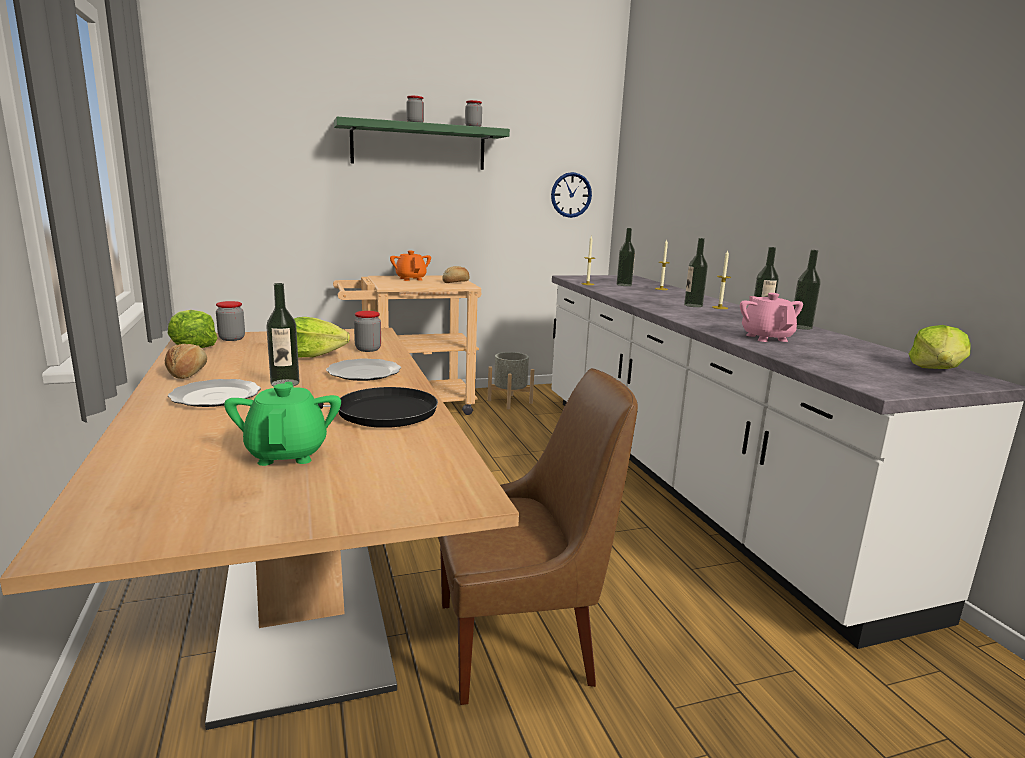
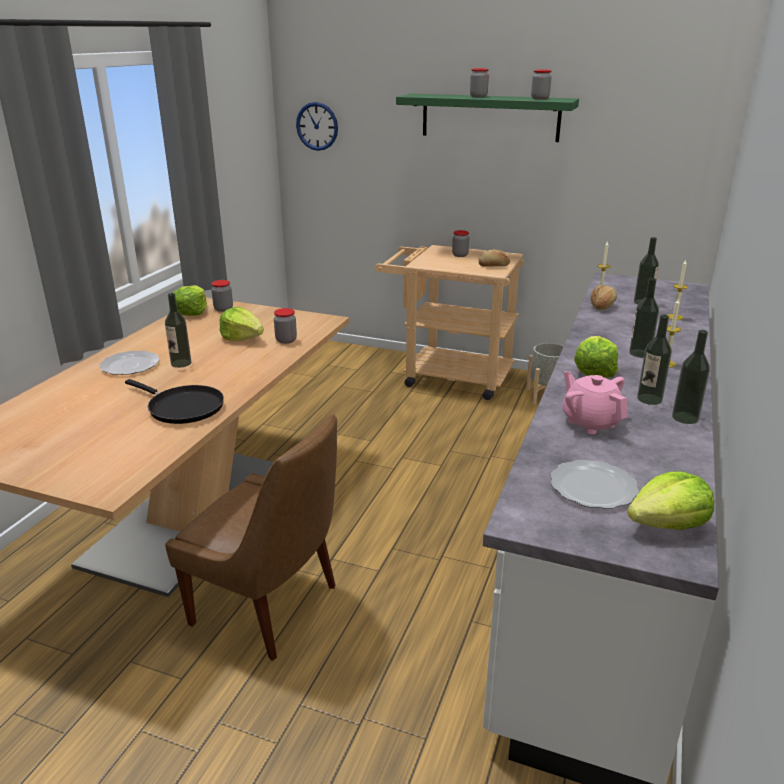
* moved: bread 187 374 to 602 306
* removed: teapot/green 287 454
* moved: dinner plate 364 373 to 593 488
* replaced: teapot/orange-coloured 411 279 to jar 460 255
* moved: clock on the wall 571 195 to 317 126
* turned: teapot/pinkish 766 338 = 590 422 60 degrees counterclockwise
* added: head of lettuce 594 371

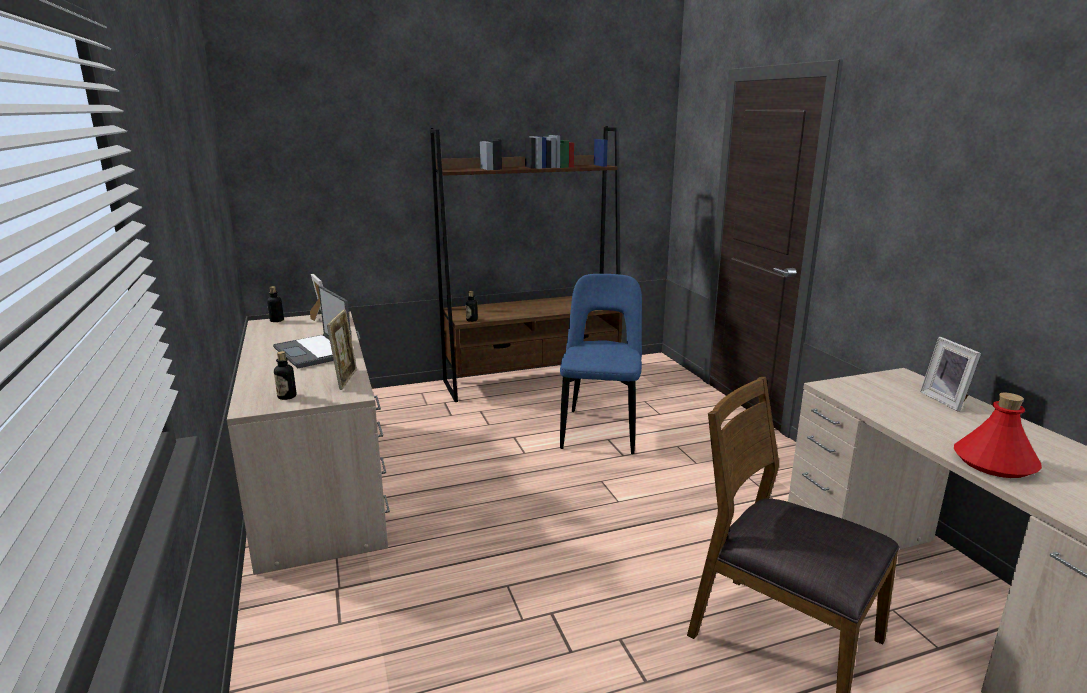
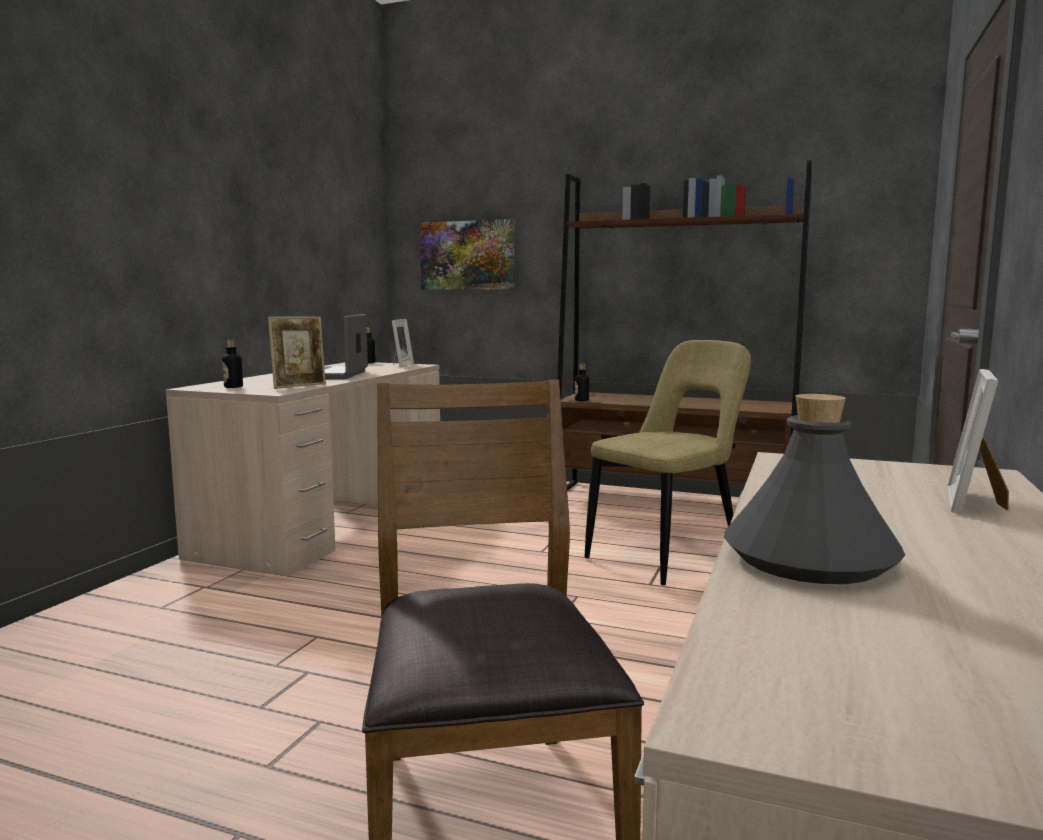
* recoloured: chair/blue-coloured 601 429 to chair/beige-coloured 668 556
* recoloured: drink bottle/red-coloured 995 463 to drink bottle/grey 810 560
* added: wall picture 467 255

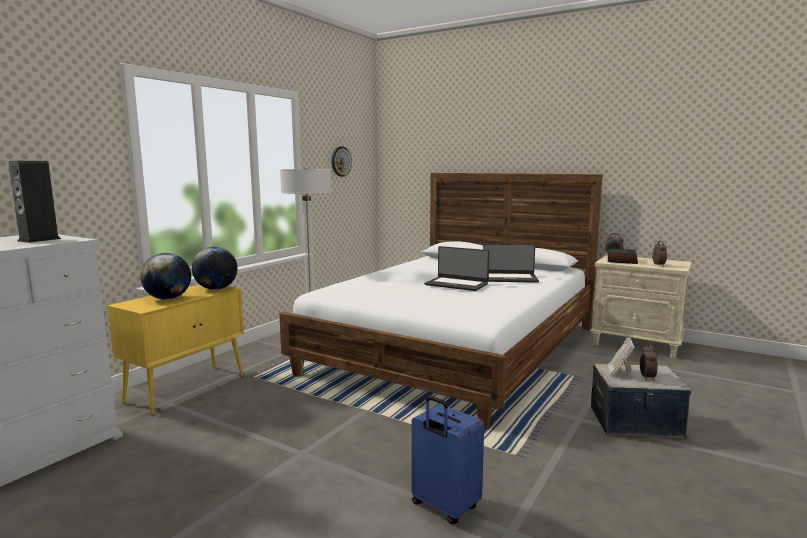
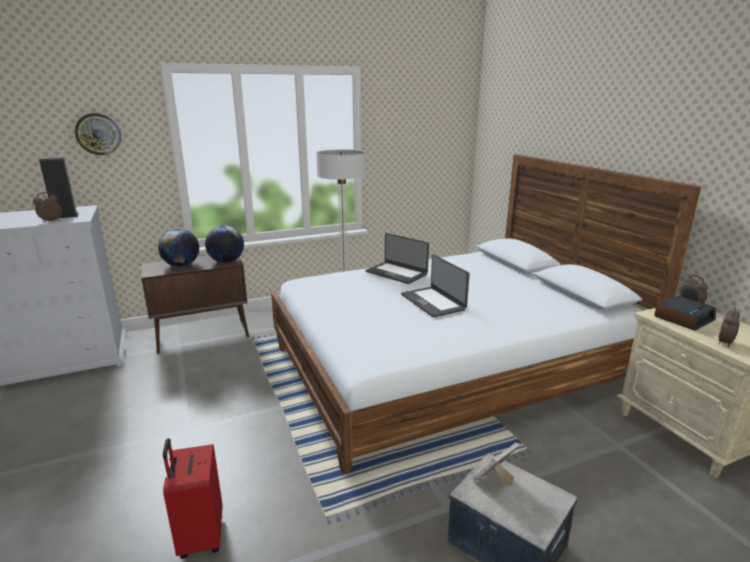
* recoloured: cupboard/yellow-coloured 187 388 to cupboard/brown-coloured 203 336
* moved: clock on the wall 340 161 to 98 134
* recoloured: suitcase/blue-coloured 444 507 to suitcase/red-coloured 200 536
* moved: laptop 509 278 to 396 273
* moved: bedside clock 646 378 to 51 221

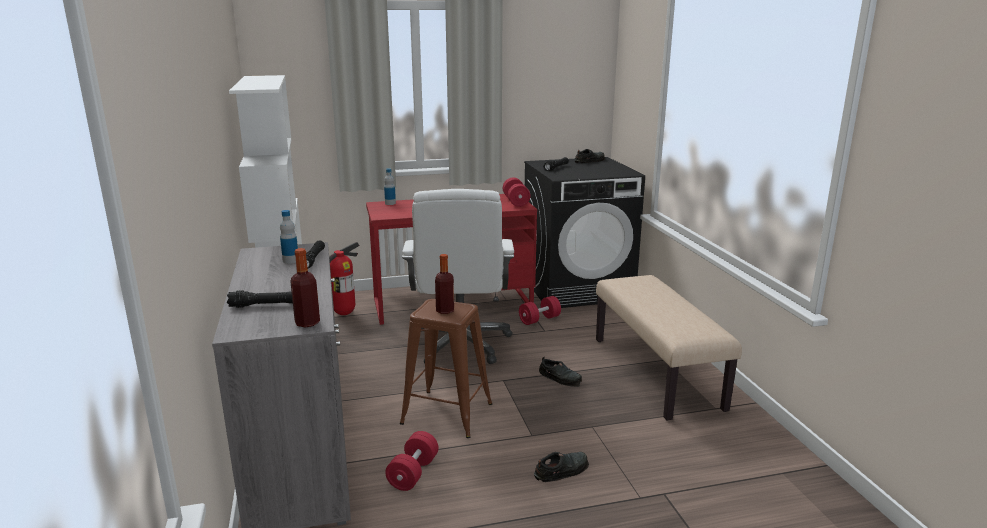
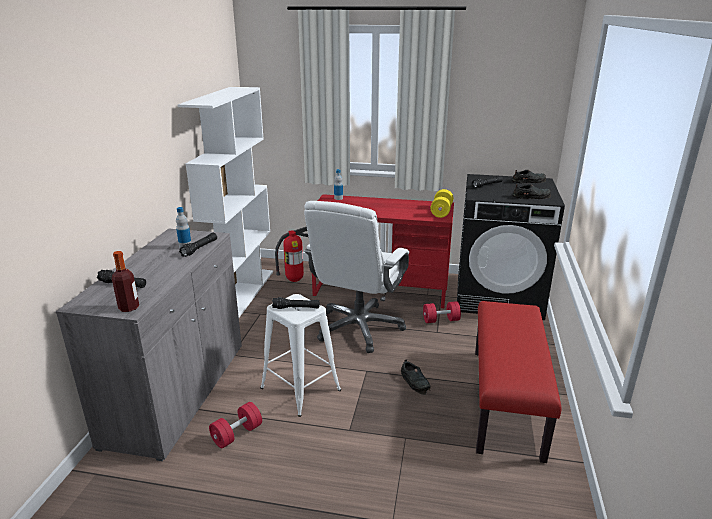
* recoloured: sitting stool/brown-coloured 447 413 to sitting stool/white 300 389
* replaced: drink bottle 445 310 to hand torch/black 296 308
* recoloured: dumbbell/red-coloured 516 201 to dumbbell/yellow-coloured 441 212
* moved: shoe/black 562 470 to 531 196
* recoloured: long seat/beige-coloured 657 373 to long seat/red-coloured 507 401

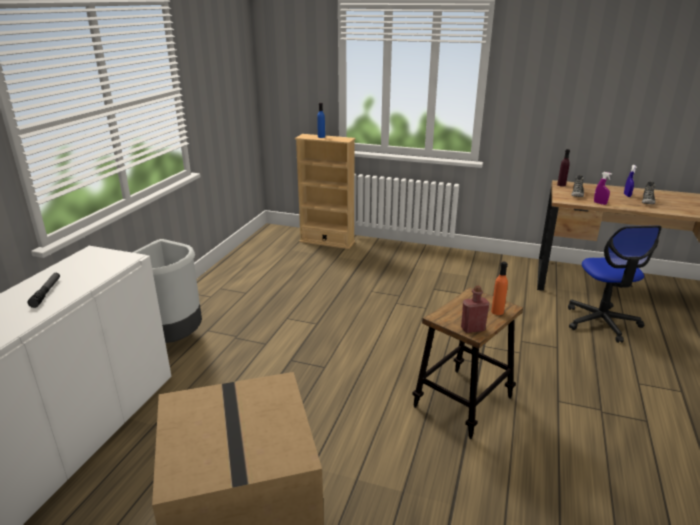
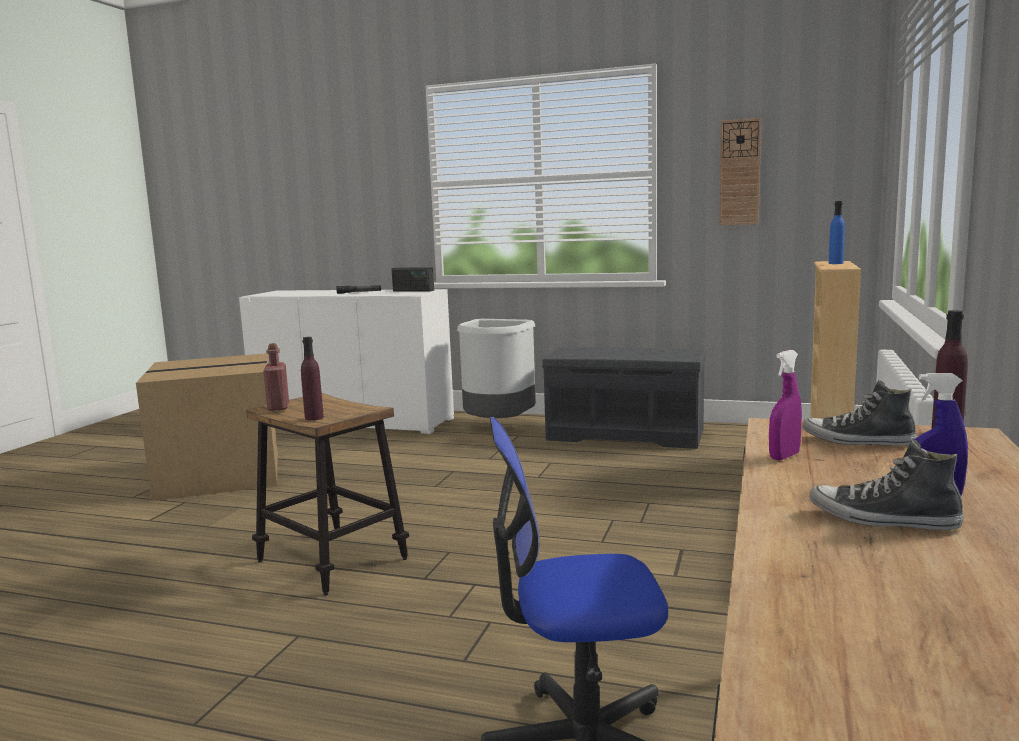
* recoloured: drink bottle/orange-coloured 497 311 to drink bottle/purple-coloured 314 418
* added: radio receiver 413 291
* added: long seat/grey 627 434
* added: clock on the wall 739 172

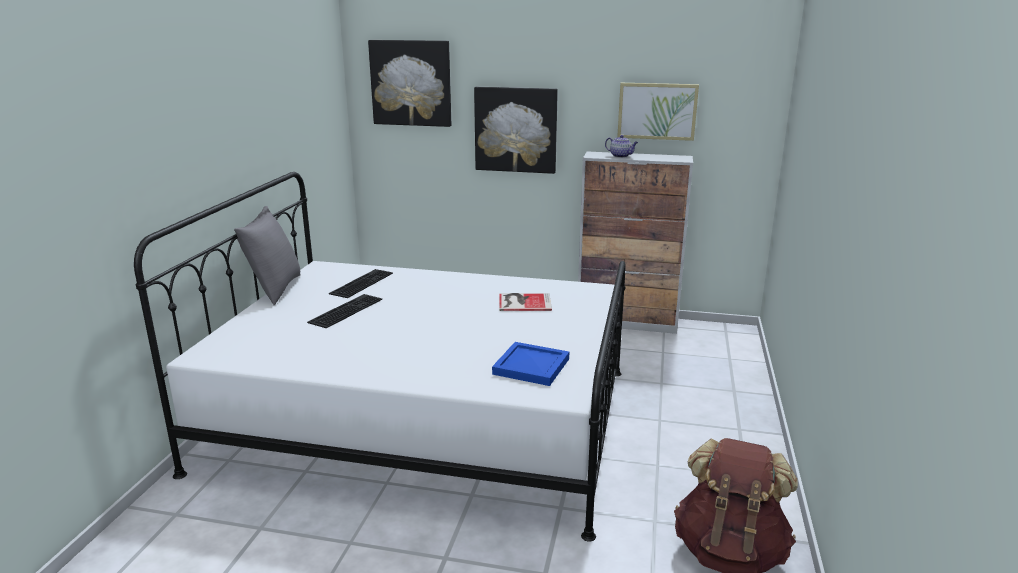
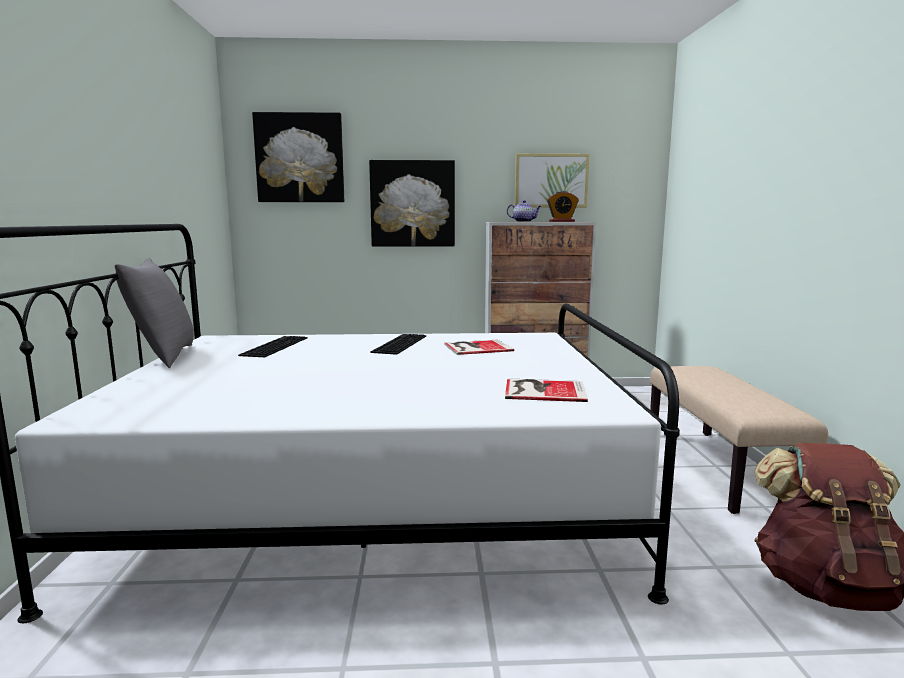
* moved: keyboard 345 310 to 399 343
* replaced: tray/blue-coloured 530 366 to volume 542 390
* added: bedside clock 562 221
* added: long seat/beige-coloured 719 468

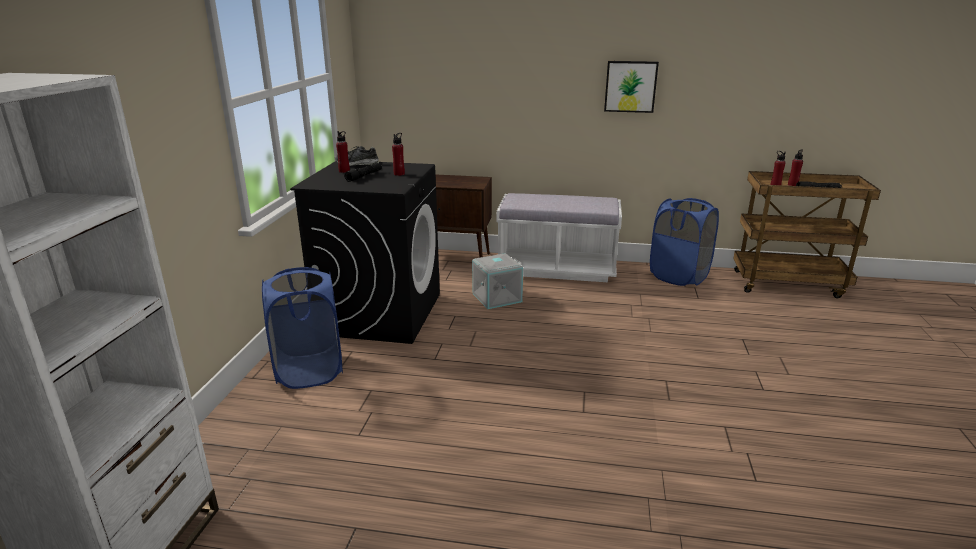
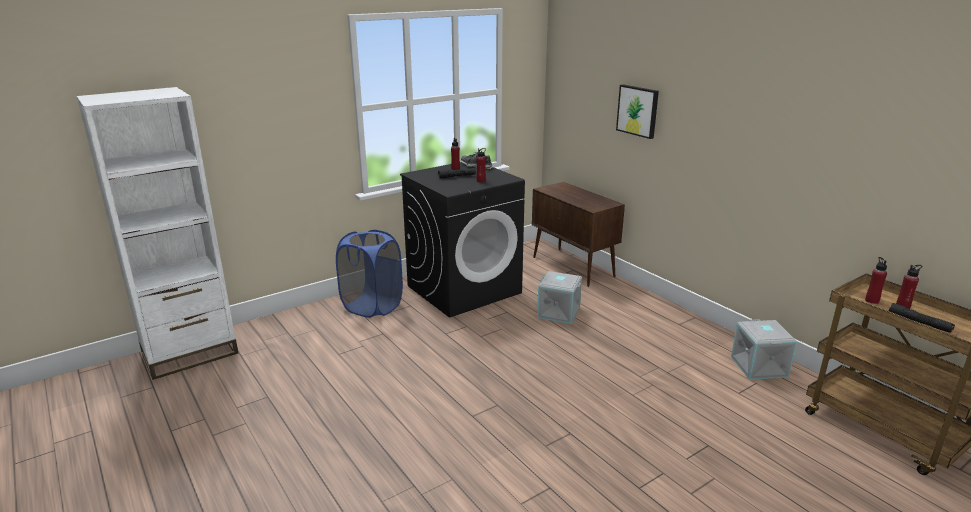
* removed: long seat/white 557 269
* moved: wall picture 630 86 to 638 111
* replaced: washing basket/blue-coloured 679 276 to storage box/grey 760 366

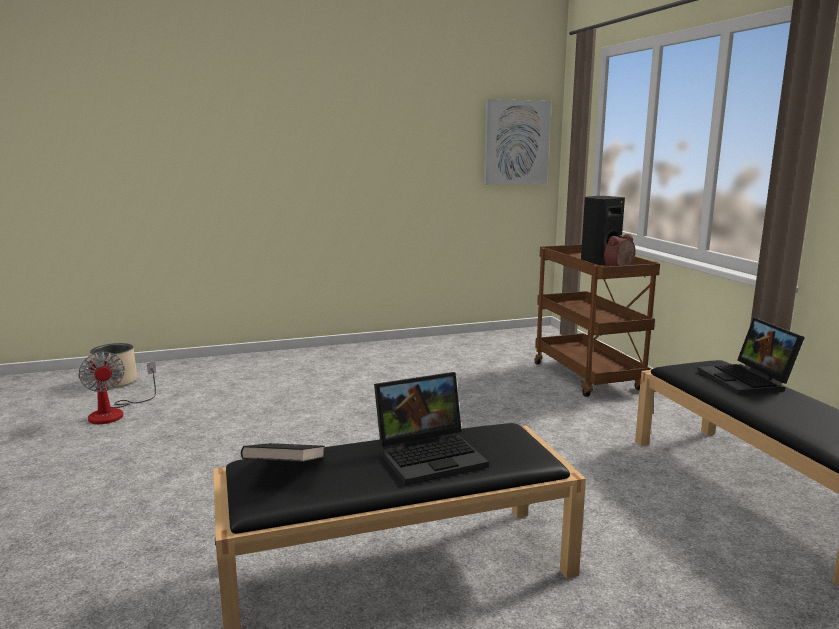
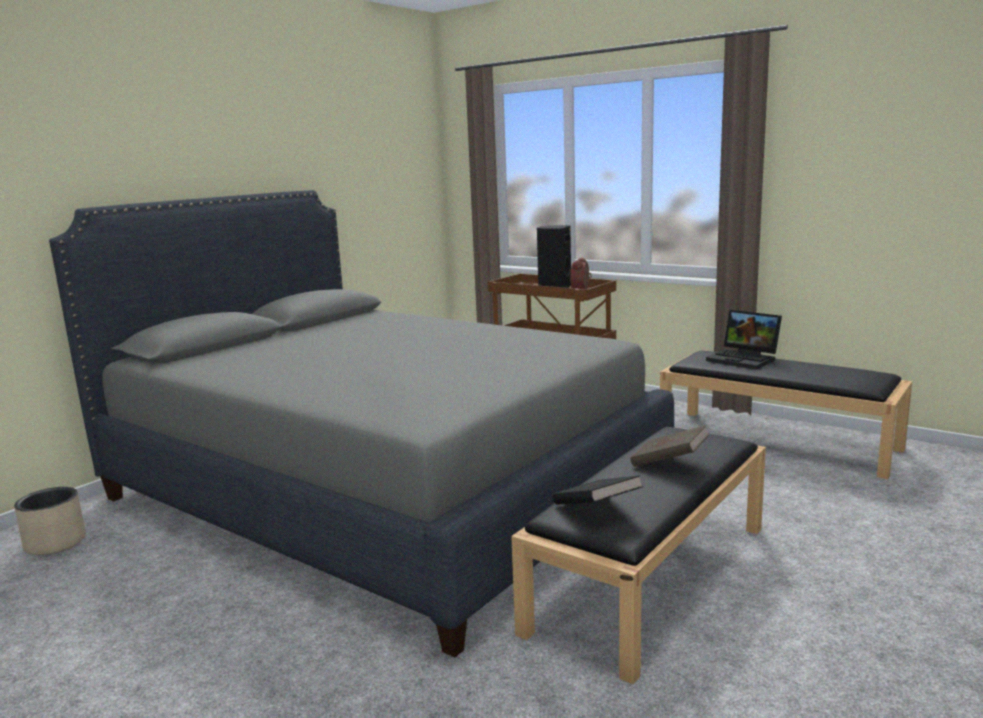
* removed: cooling fan 115 412
* replaced: laptop 431 456 to volume/brown-coloured 669 463
* removed: wall picture 516 142
* added: sleeping bed/grey 380 491

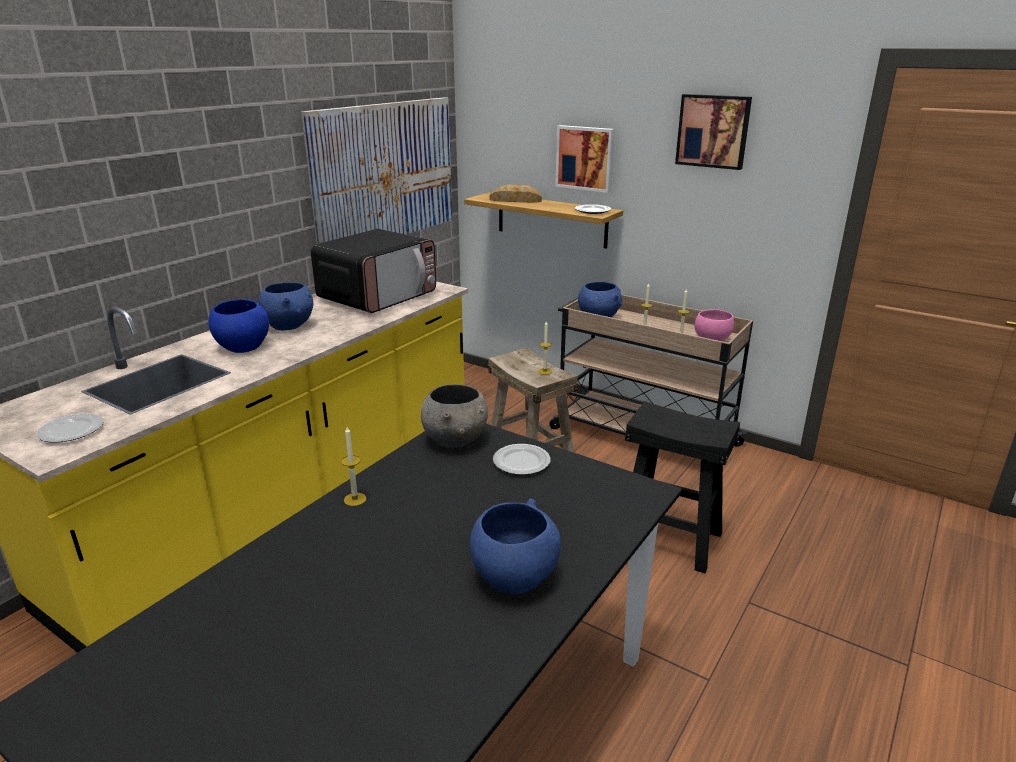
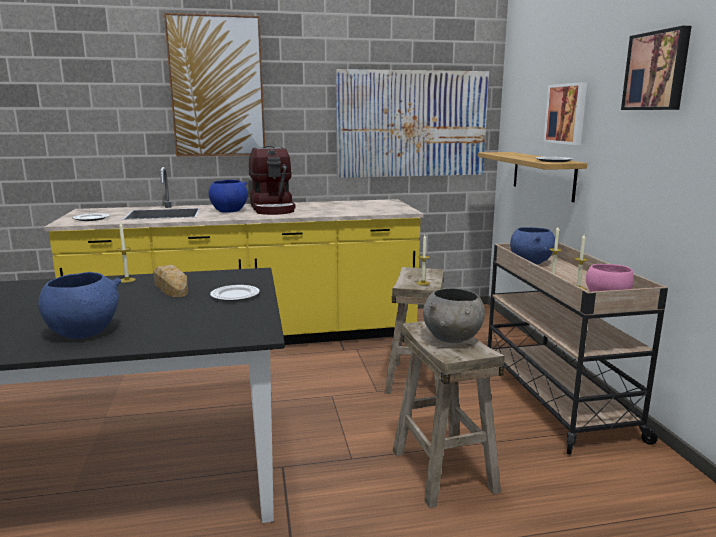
* replaced: bowl/blue-coloured 289 326 to coffee maker 273 208
* removed: microwave oven 378 296
* moved: bowl/grey 456 440 to 453 338
* moved: bread 515 200 to 170 287
* recoloured: sitting stool/black 670 538 to sitting stool/beige-coloured 444 470
* added: wall picture 217 87

